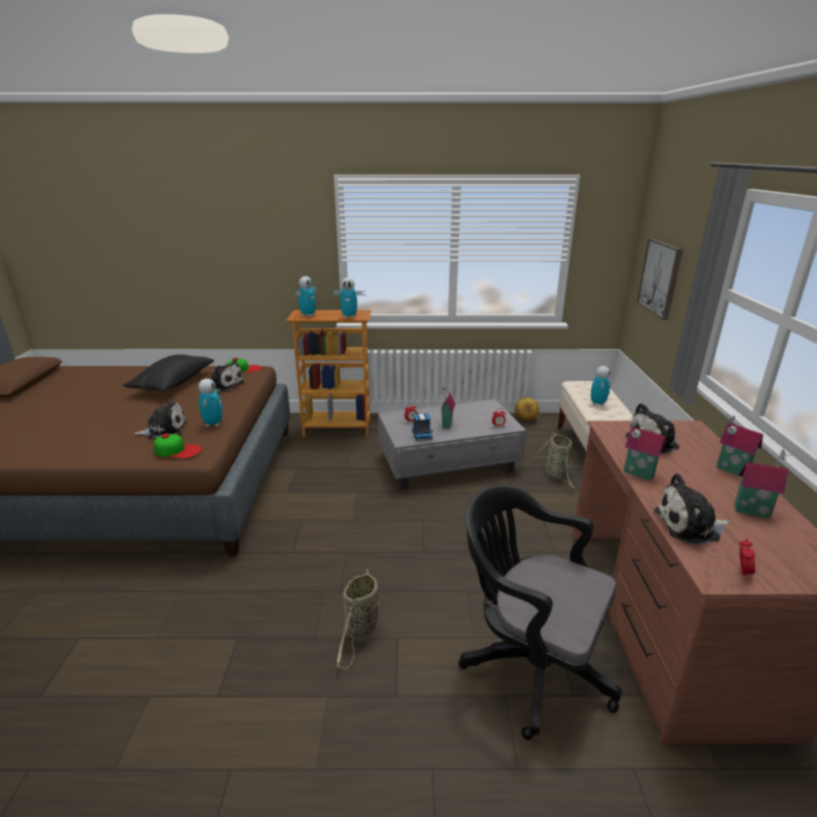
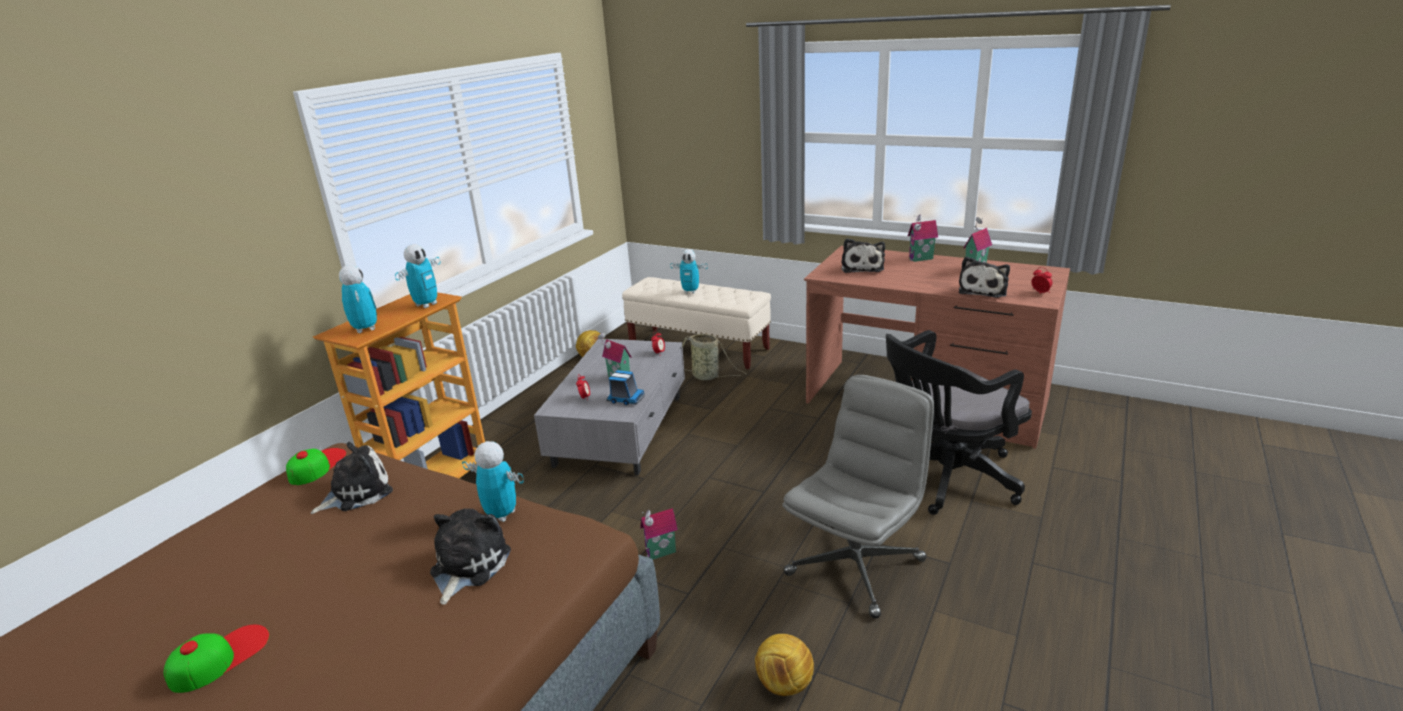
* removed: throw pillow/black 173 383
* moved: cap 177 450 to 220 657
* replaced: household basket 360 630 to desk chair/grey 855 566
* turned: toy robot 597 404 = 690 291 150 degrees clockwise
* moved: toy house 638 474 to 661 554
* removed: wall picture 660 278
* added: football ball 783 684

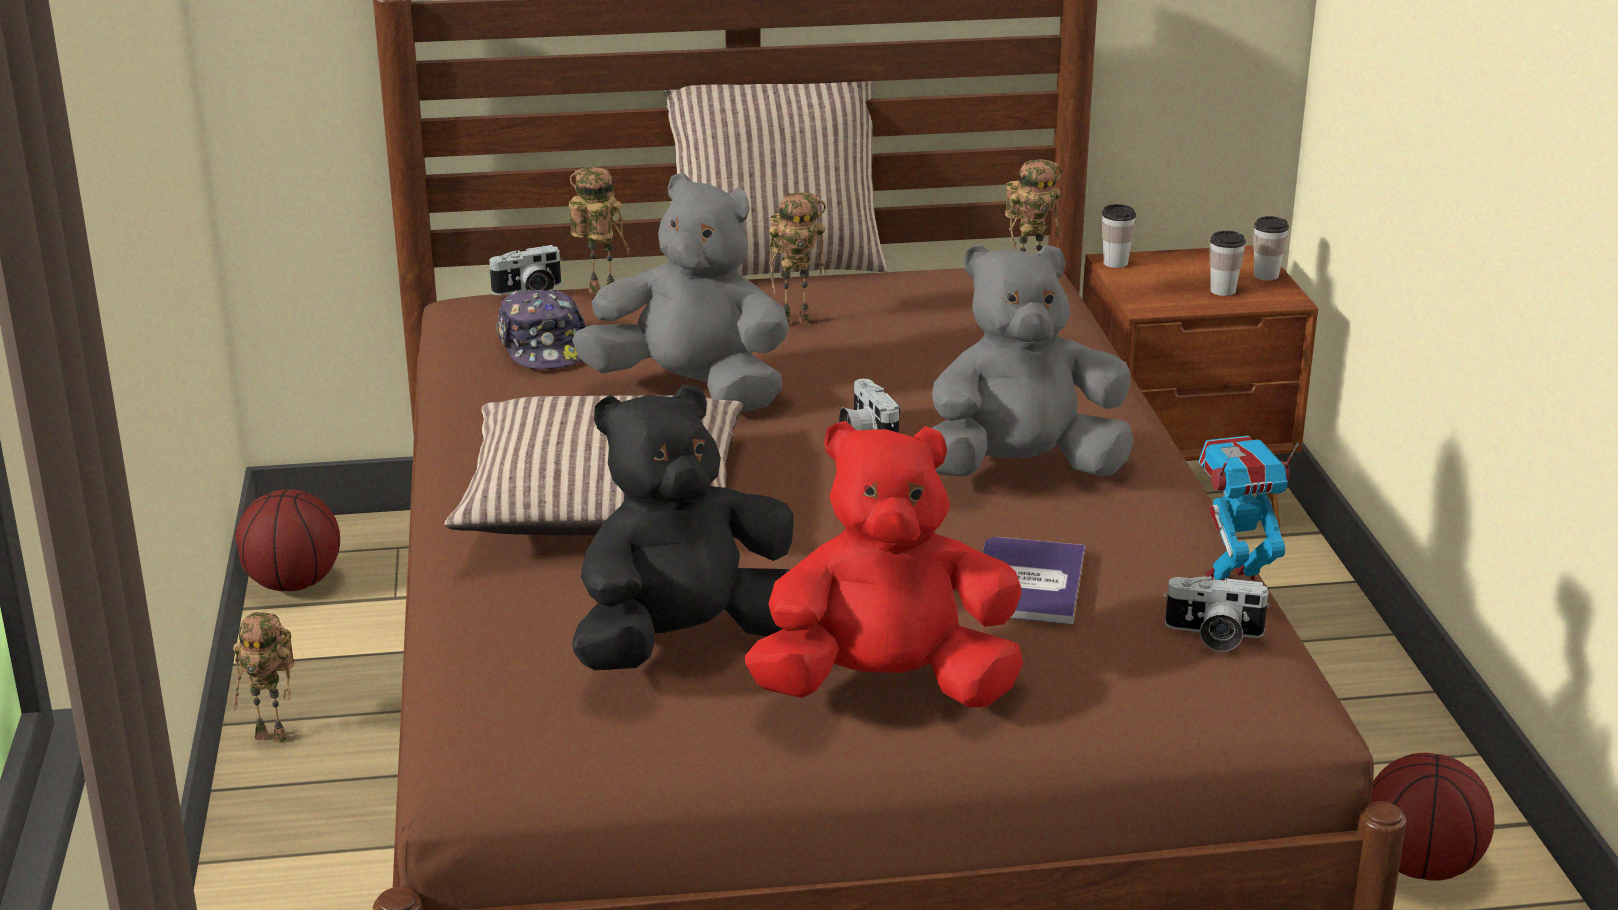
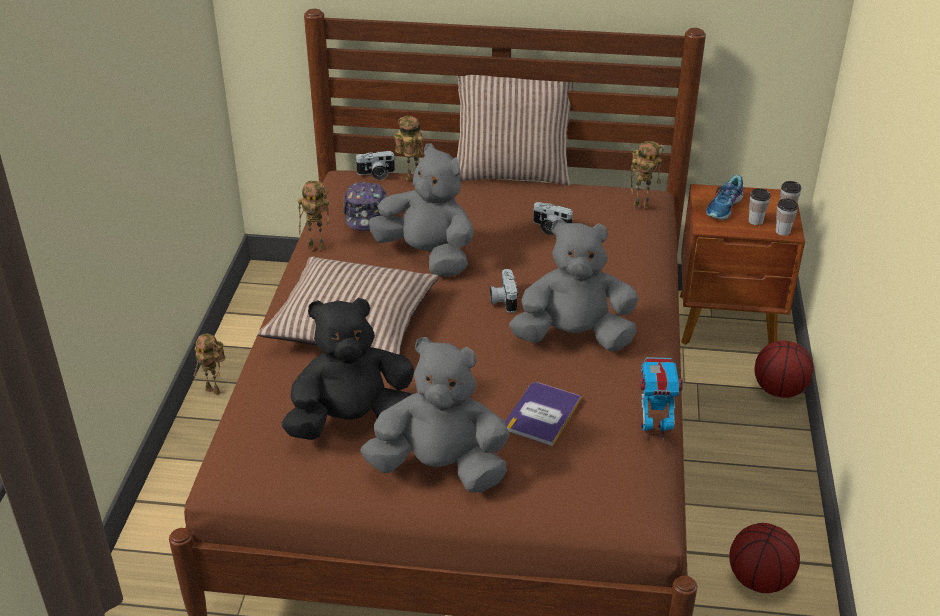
* moved: ball for basketball 294 584 to 779 390
* recoloured: cuddly toy/red-coloured 887 688 to cuddly toy/grey 440 468
* moved: toy robot 797 320 to 318 247
* moved: drinking cup 1115 263 to 782 231
* moved: photo camera 1213 635 to 550 228
* added: shoe 724 207

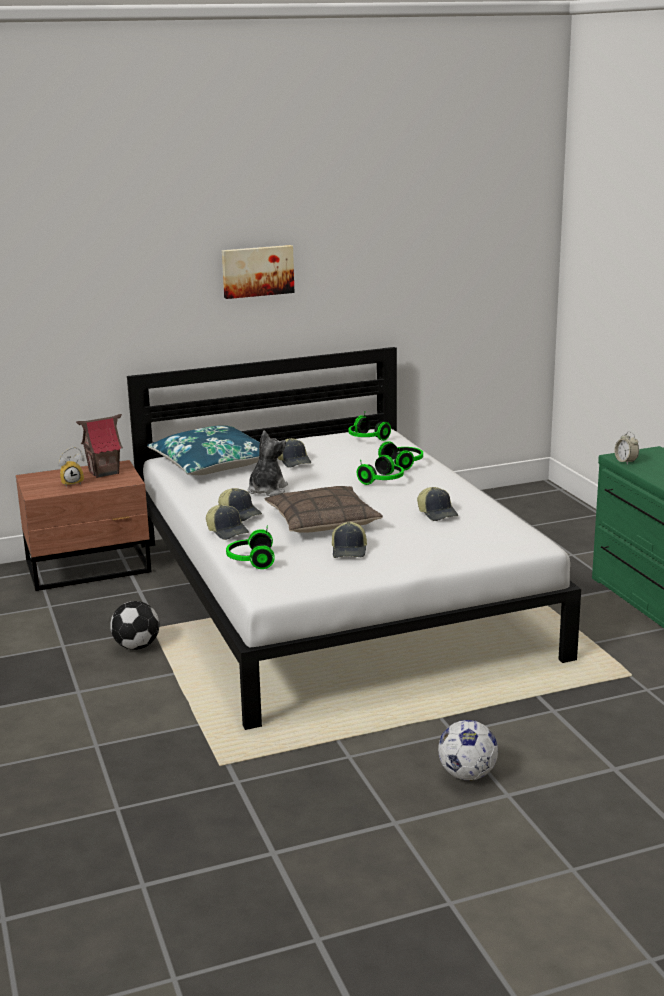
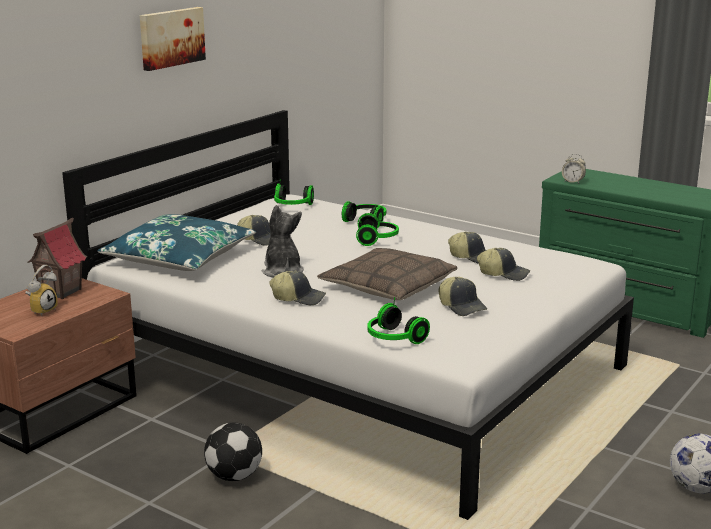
* moved: cap 227 531 to 504 274

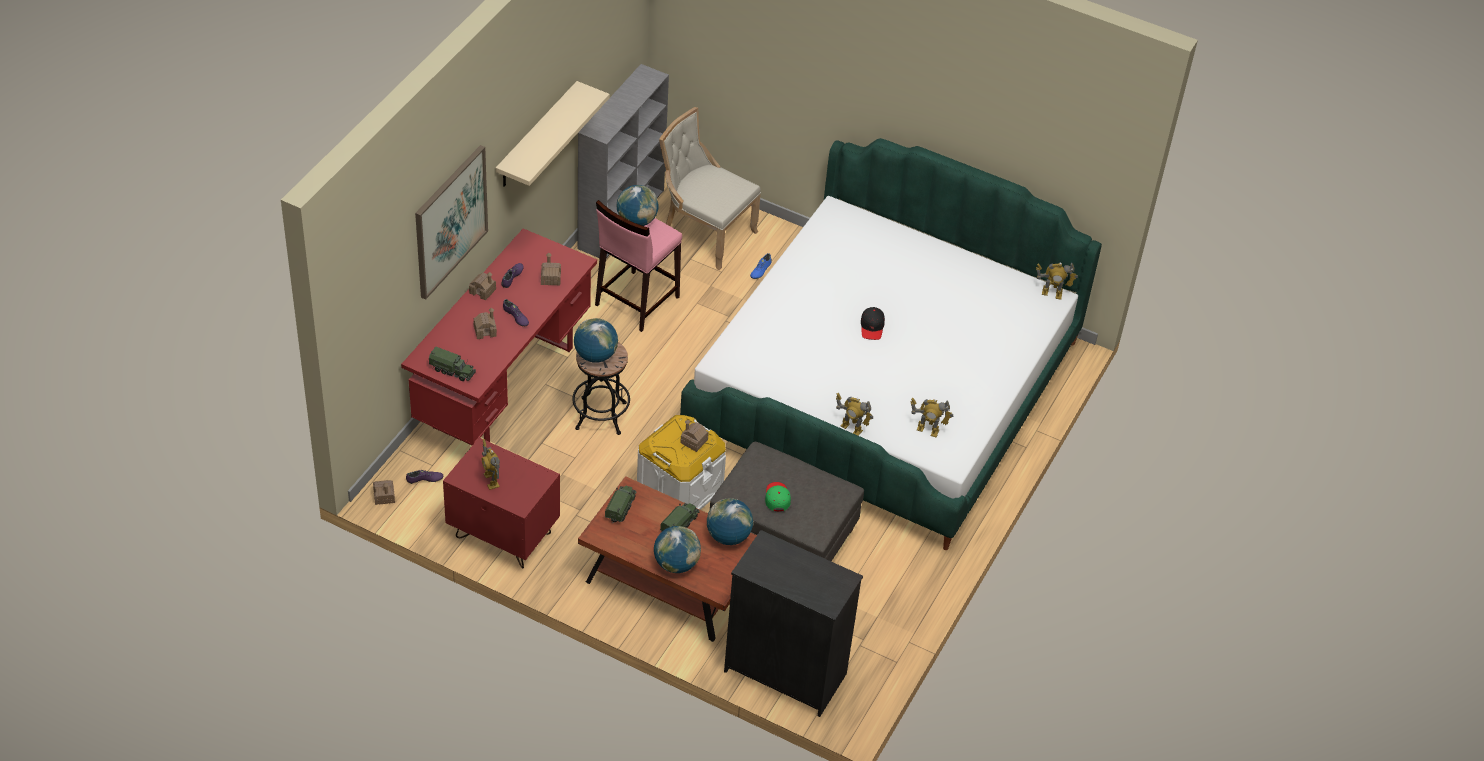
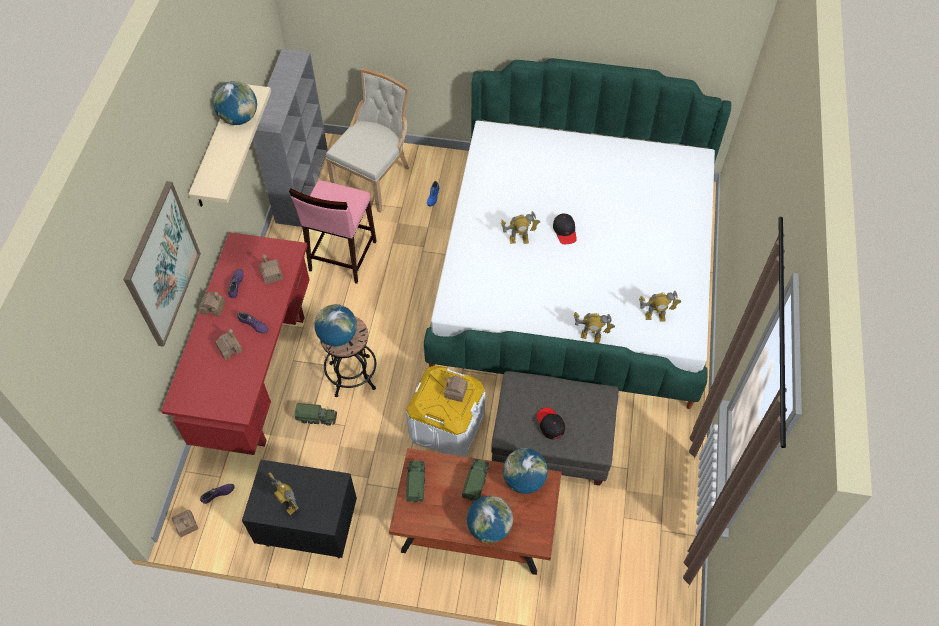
* moved: model truck 452 370 to 317 417
* recoloured: night table/red-coloured 502 536 to night table/black 309 529
* moved: world globe 637 221 to 239 118
* turned: chair/beige-coloured 704 233 = 375 177 105 degrees clockwise
* removed: chest of drawers/black 785 672
* recoloured: cap/green 777 498 to cap/black 550 424
* moved: toy robot 1052 294 to 519 240

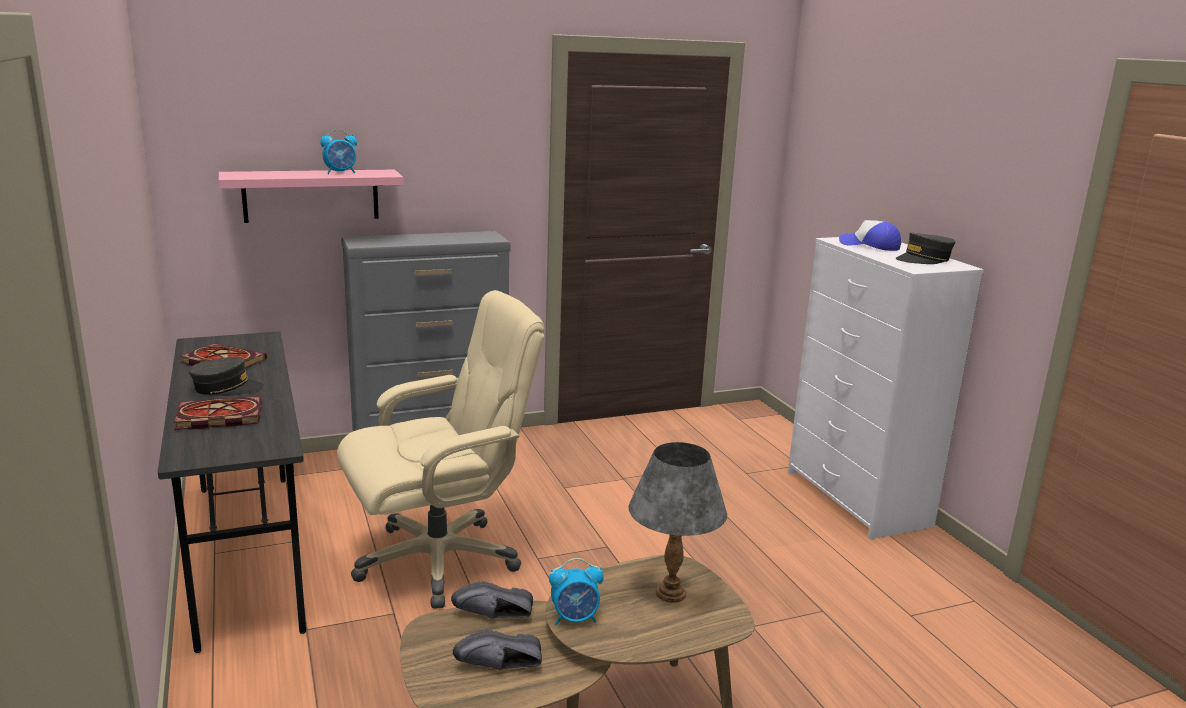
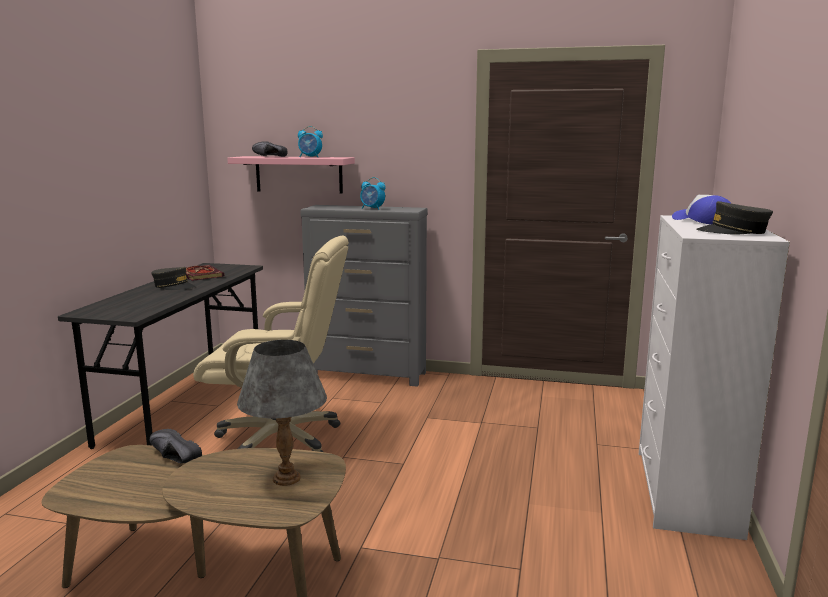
* removed: volume 217 417
* moved: shoe/black 500 668 to 268 156
* moved: bedside clock 575 618 to 372 209

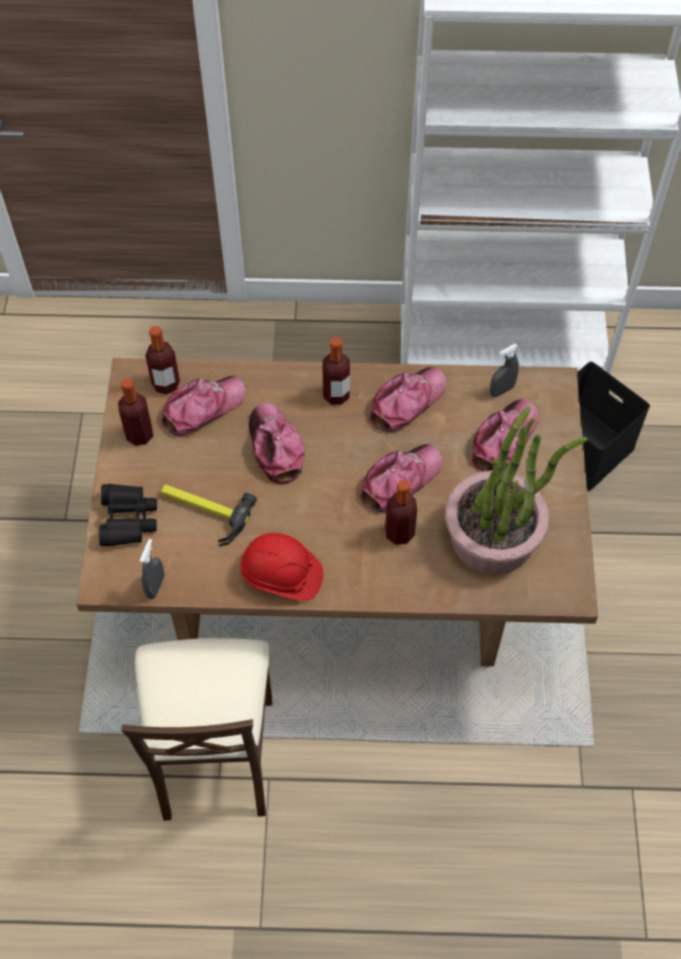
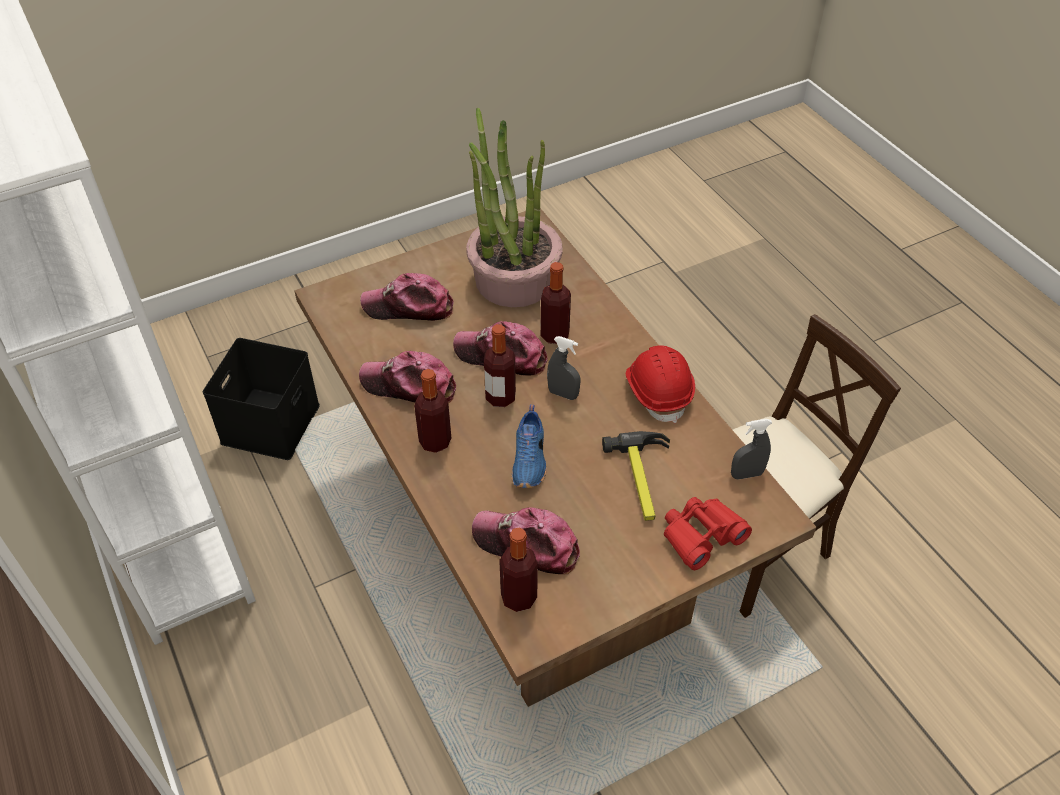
* recoloured: binoculars/black 127 519 to binoculars/red-coloured 701 536
* moved: drink bottle 139 435 to 500 397
* replaced: cap 275 447 to shoe/blue-coloured 530 460
* moved: hand sprayer/grey 501 390 to 563 394

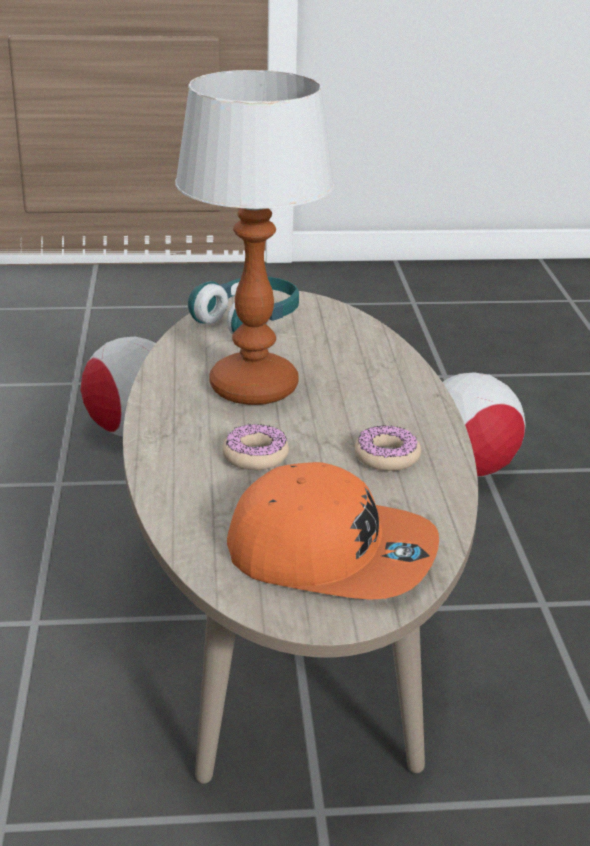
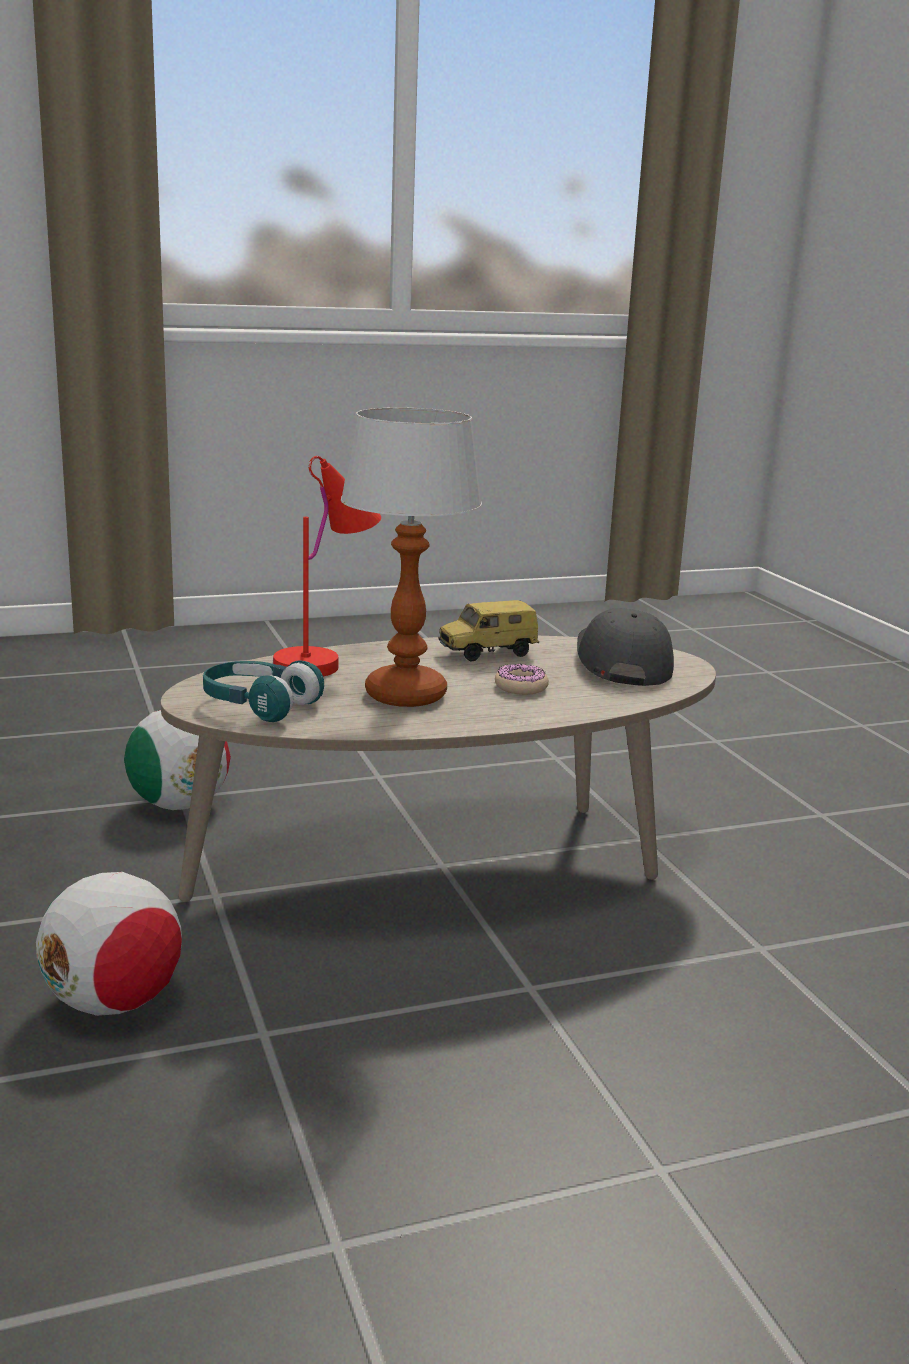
* recoloured: cap/orange-coloured 331 553 to cap/grey 622 663
* replaced: donut 387 457 to miniature car 488 654
* added: table lamp/red-coloured 328 660

